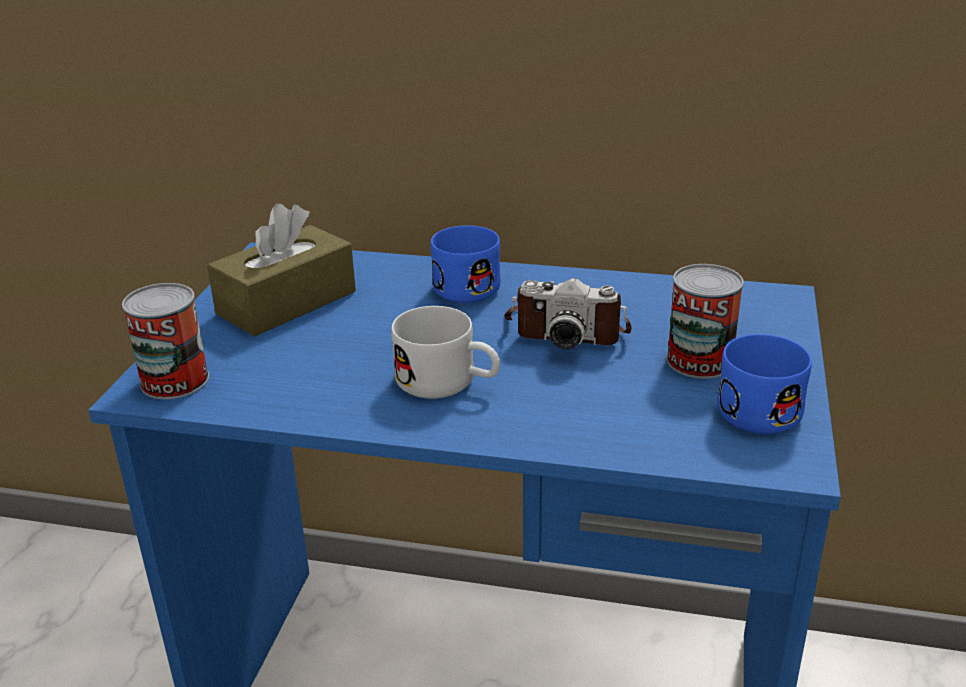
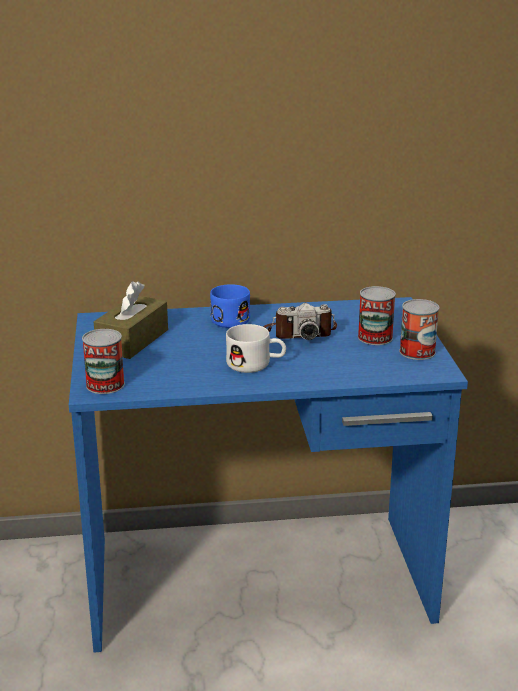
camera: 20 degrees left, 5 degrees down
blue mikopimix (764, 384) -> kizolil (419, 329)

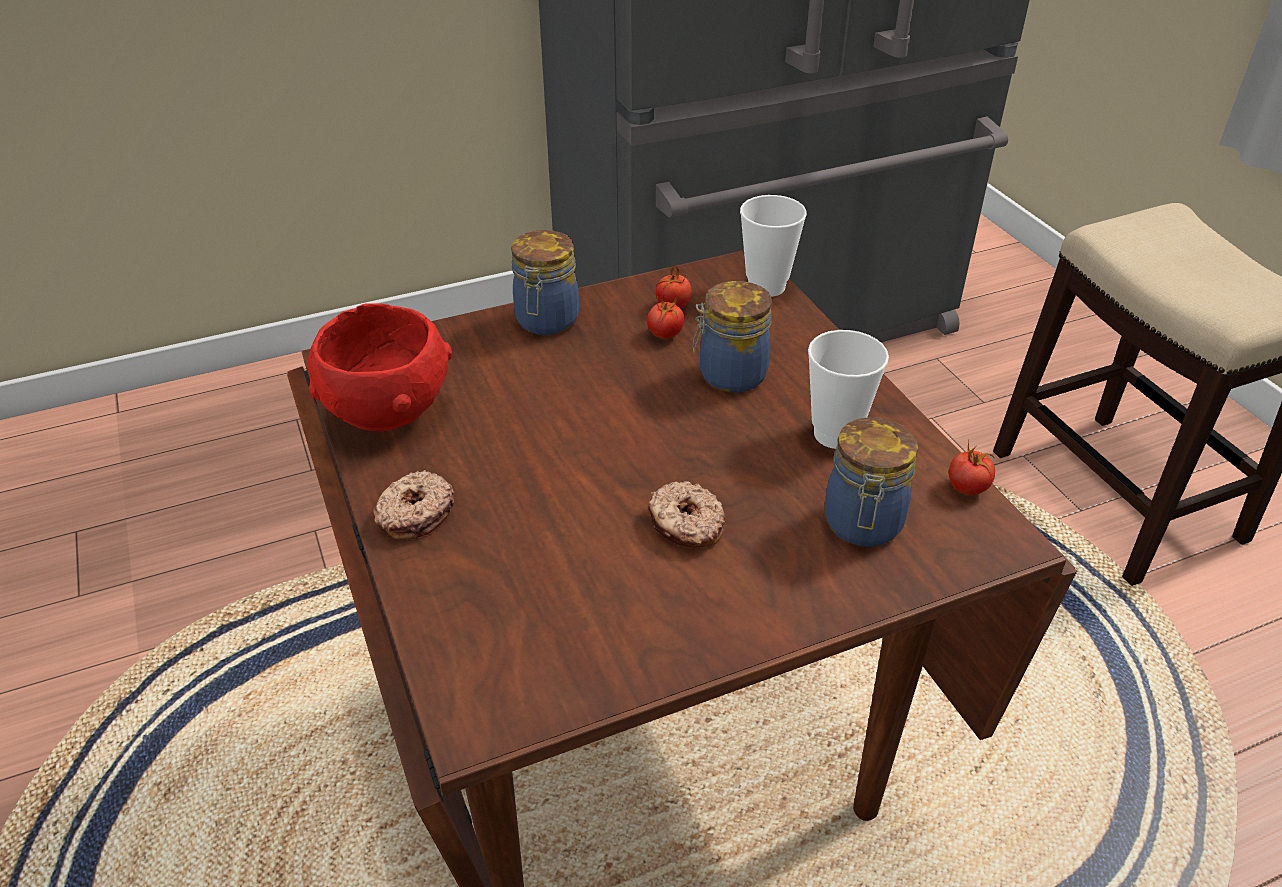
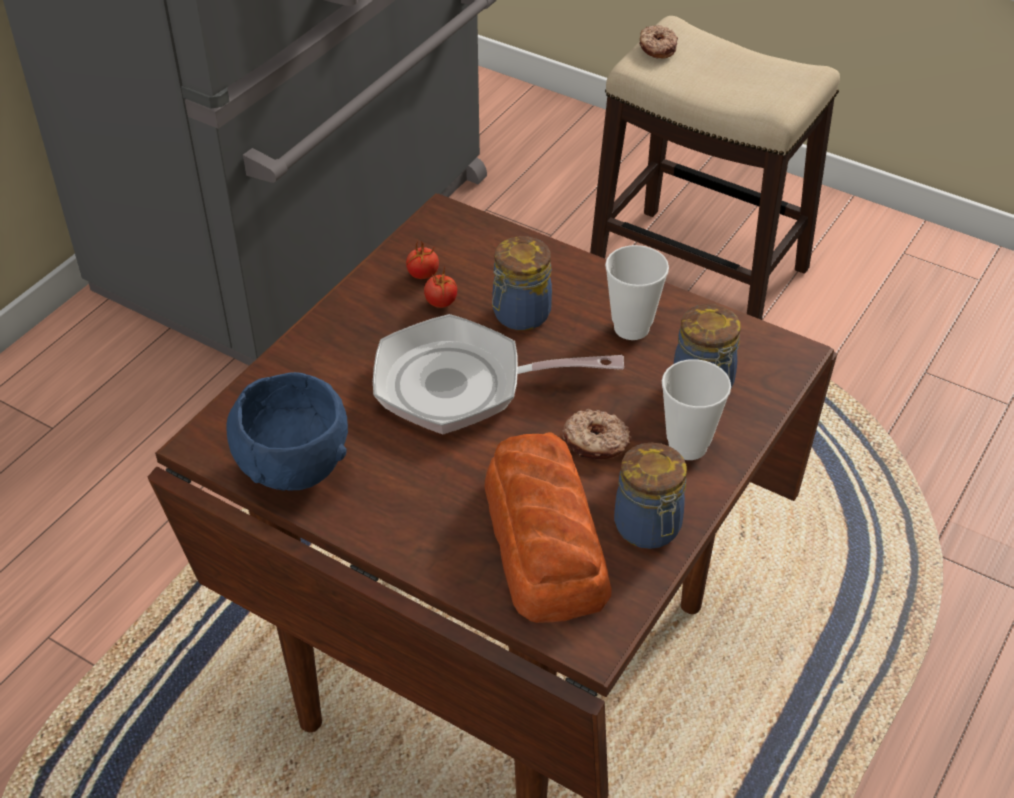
camera: 35 degrees left, 5 degrees up
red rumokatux (379, 367) -> blue rumokatux (287, 431)
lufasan (413, 505) -> lufasan (658, 42), shifted
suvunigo (545, 282) -> suvunigo (650, 496), shifted
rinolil (773, 246) -> rinolil (696, 409), shifted
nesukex (972, 467) -> none
none -> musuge (498, 374)
none -> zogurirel (548, 527)

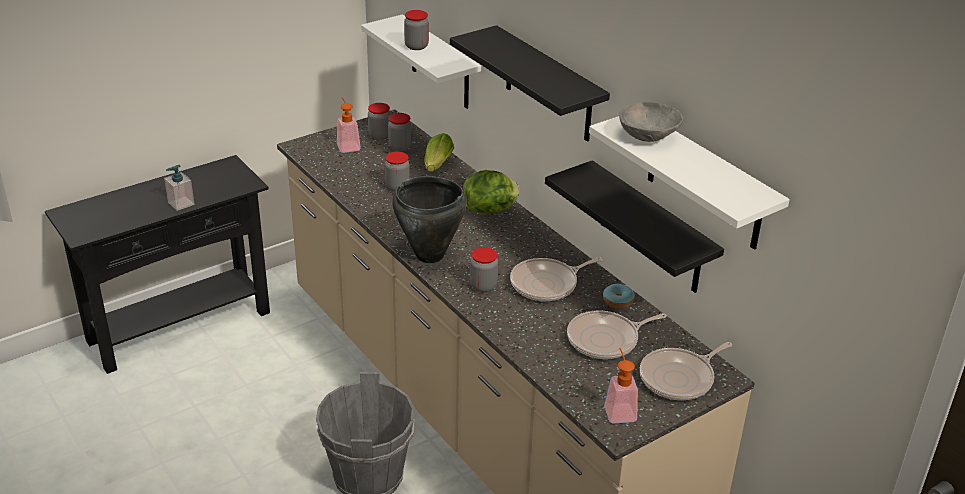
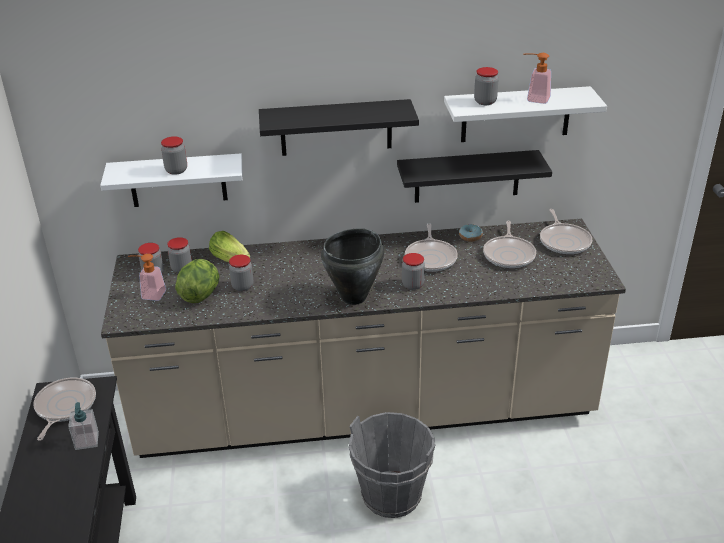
camera: 60 degrees left, 0 degrees up
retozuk (491, 191) -> retozuk (197, 281), shifted
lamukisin (621, 386) -> lamukisin (537, 78), shifted
grey rumokatux (651, 122) -> suvunigo (486, 86)
none -> musuge (64, 409)

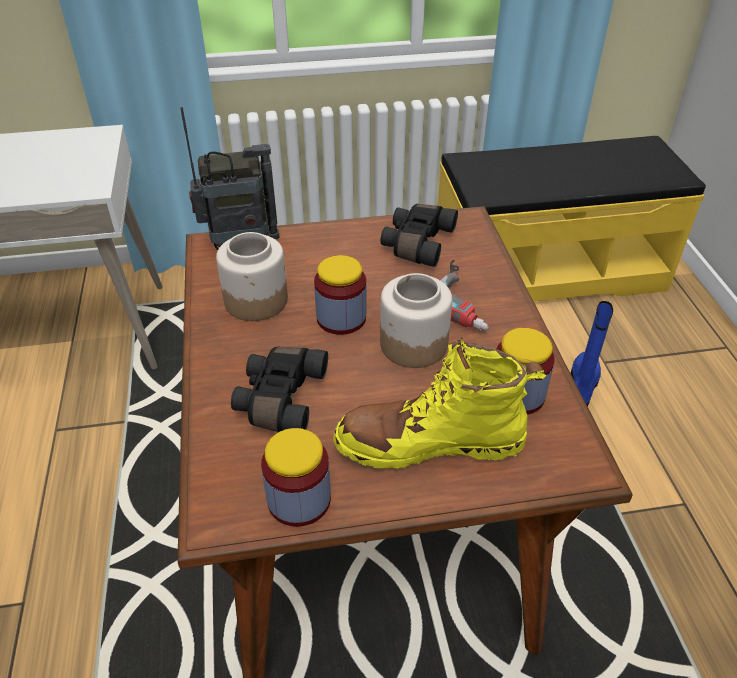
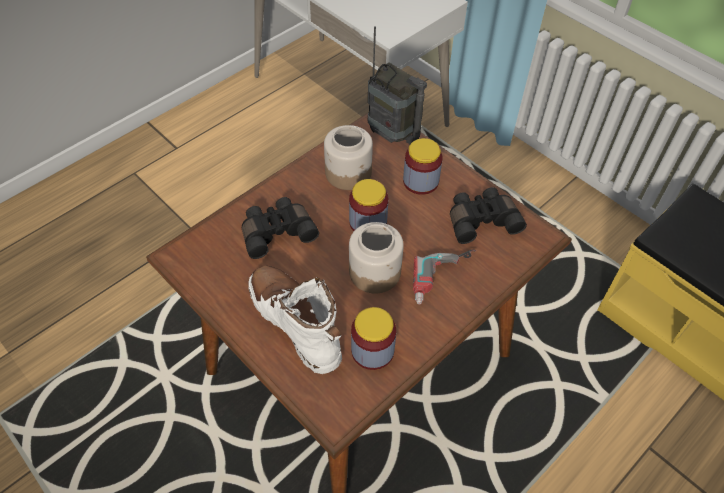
camera: 55 degrees right, 10 degrees up
suvunigo (296, 477) -> suvunigo (423, 166), shifted
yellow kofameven (439, 403) -> white kofameven (295, 320)
blue kofameven (592, 353) -> none

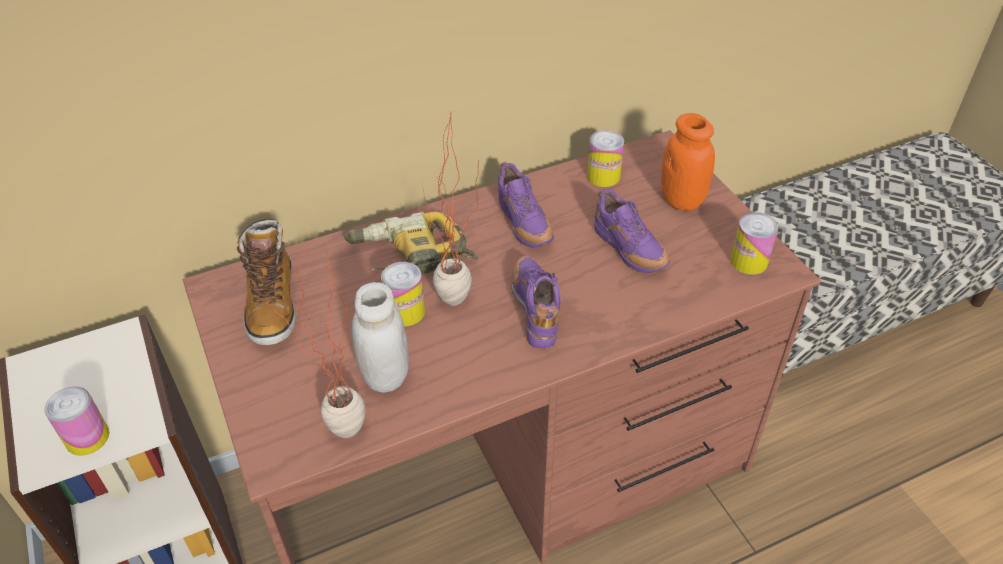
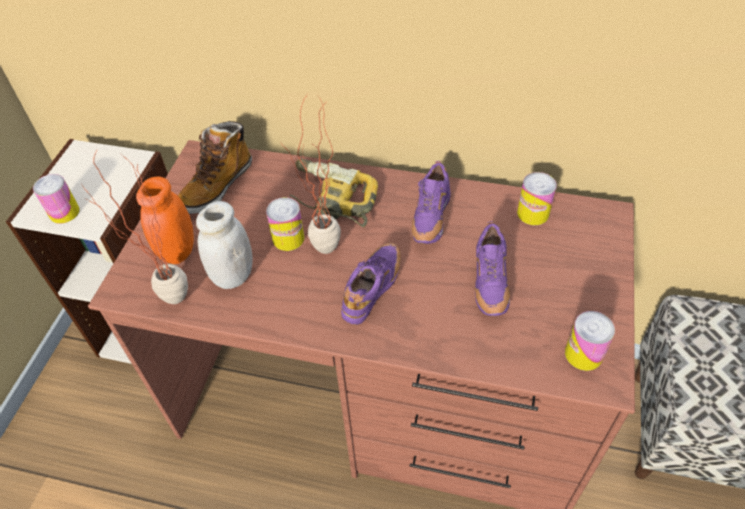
camera: 40 degrees right, 5 degrees up
orange suvunigo (688, 162) -> orange suvunigo (165, 220), shifted

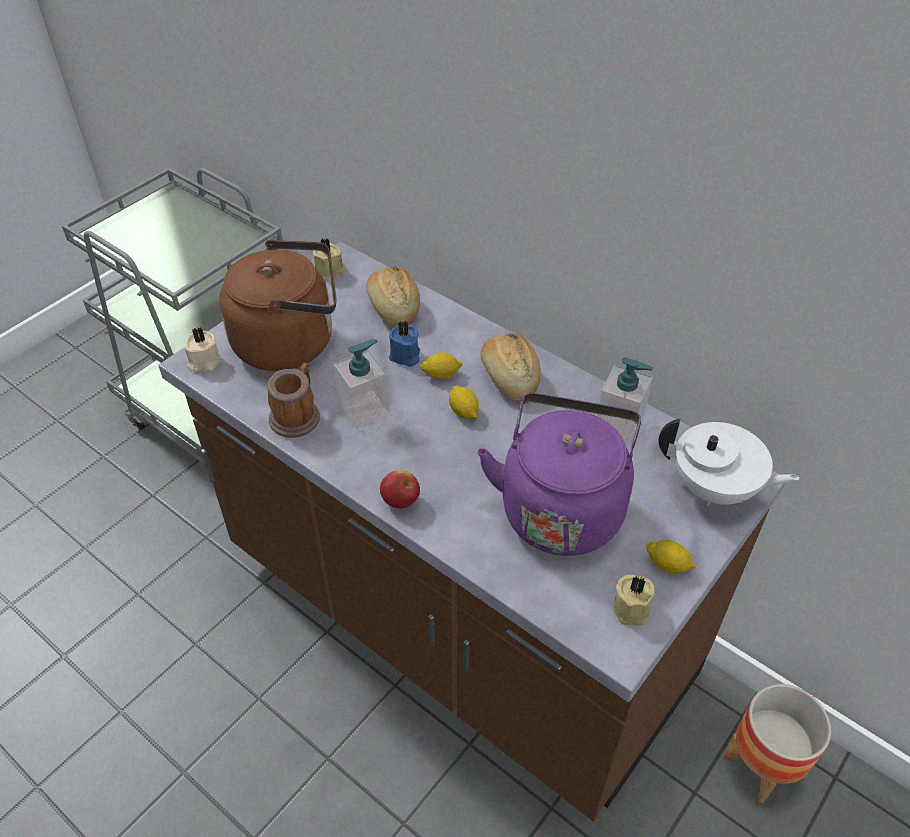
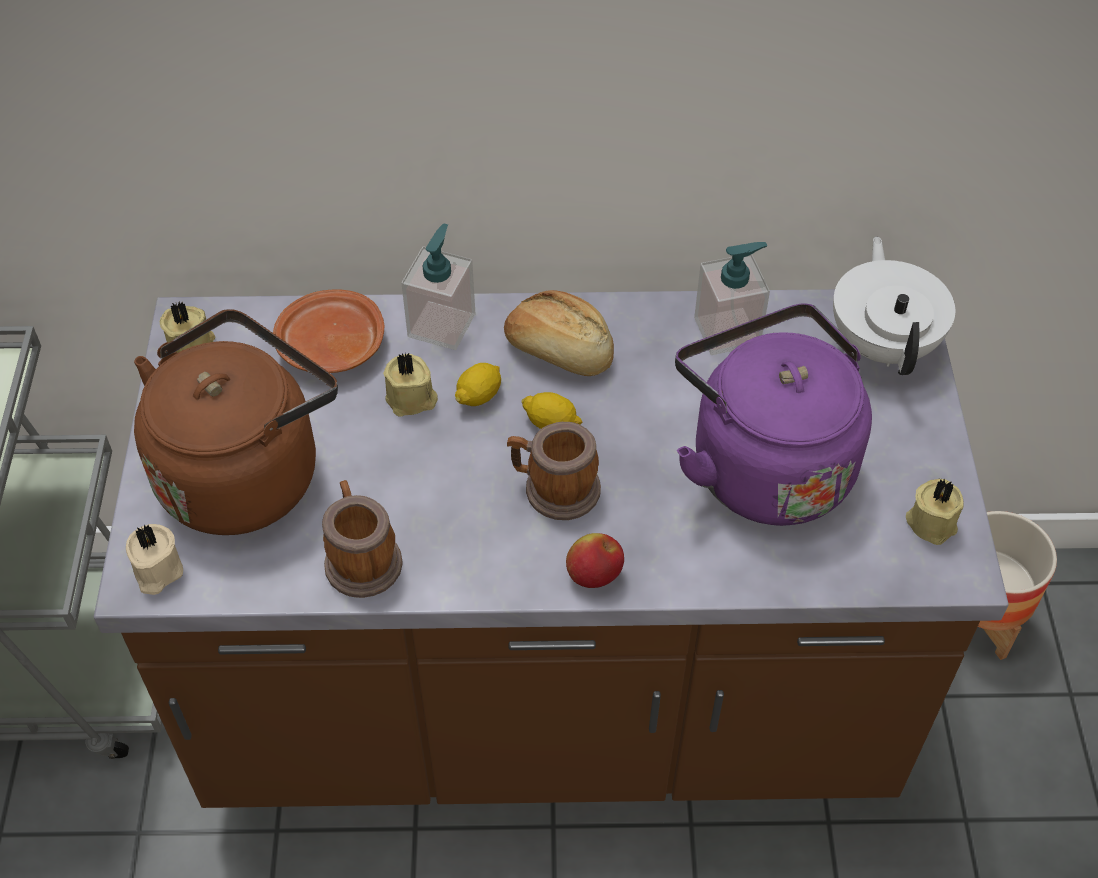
camera: 40 degrees left, 5 degrees up
lamukisin (361, 383) -> lamukisin (438, 286), shifted
zogurirel (393, 296) -> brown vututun (328, 331)
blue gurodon (404, 344) -> beige gurodon (410, 384)
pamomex (671, 557) -> none
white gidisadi (729, 462) -> white gidisadi (894, 305), 75 degrees counterclockwise
none -> mikopimix (554, 471)

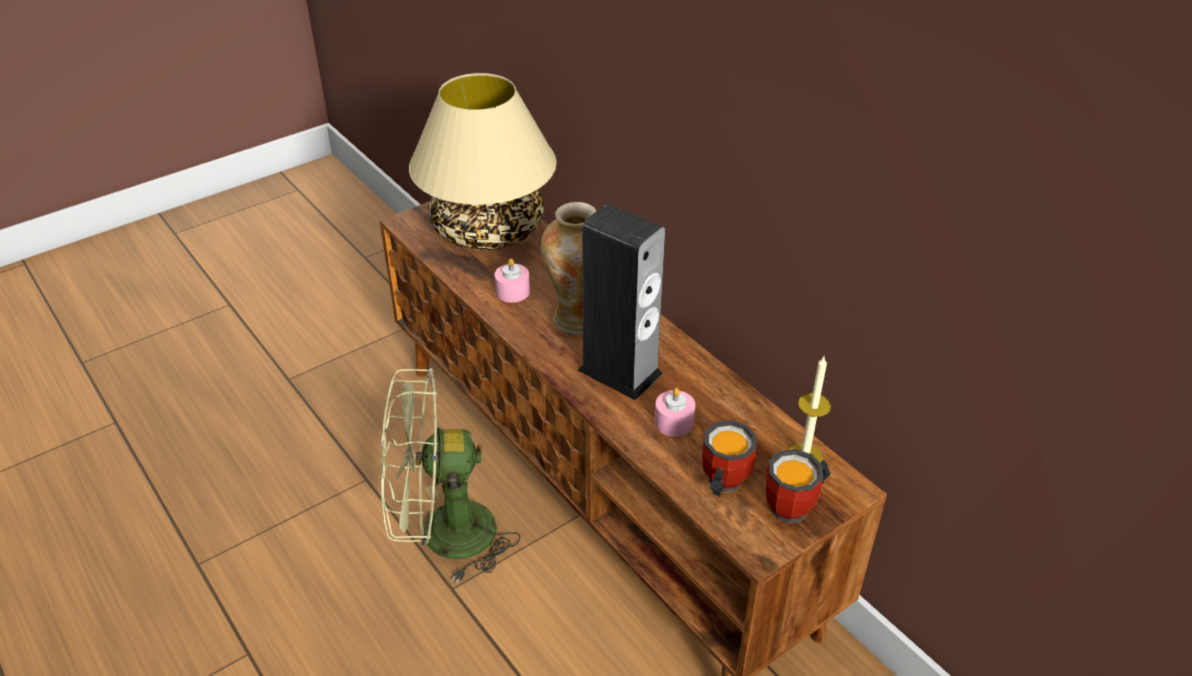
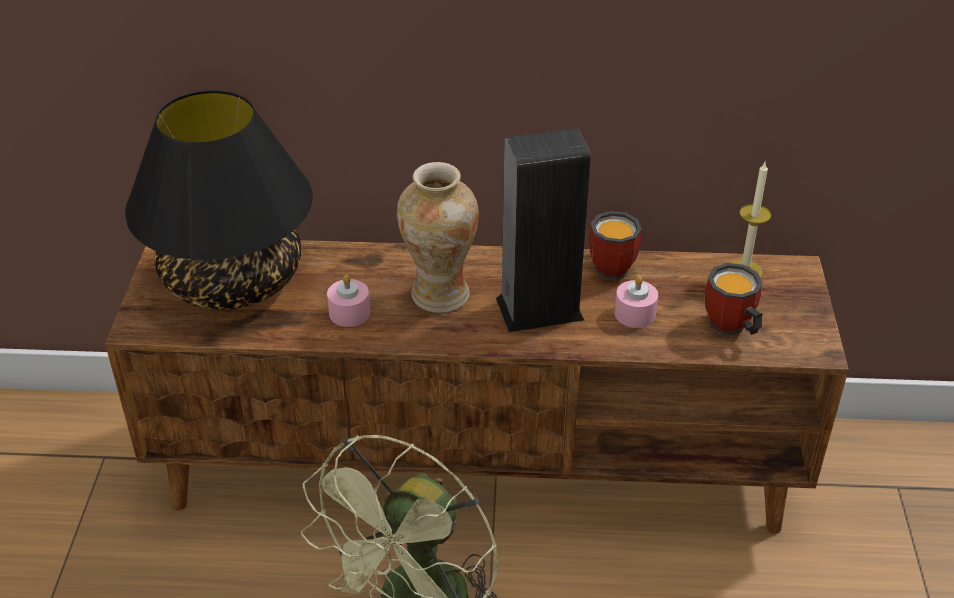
camera: 50 degrees left, 0 degrees up
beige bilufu (483, 161) -> black bilufu (219, 200)
mikopimix (798, 486) -> mikopimix (615, 245), shifted

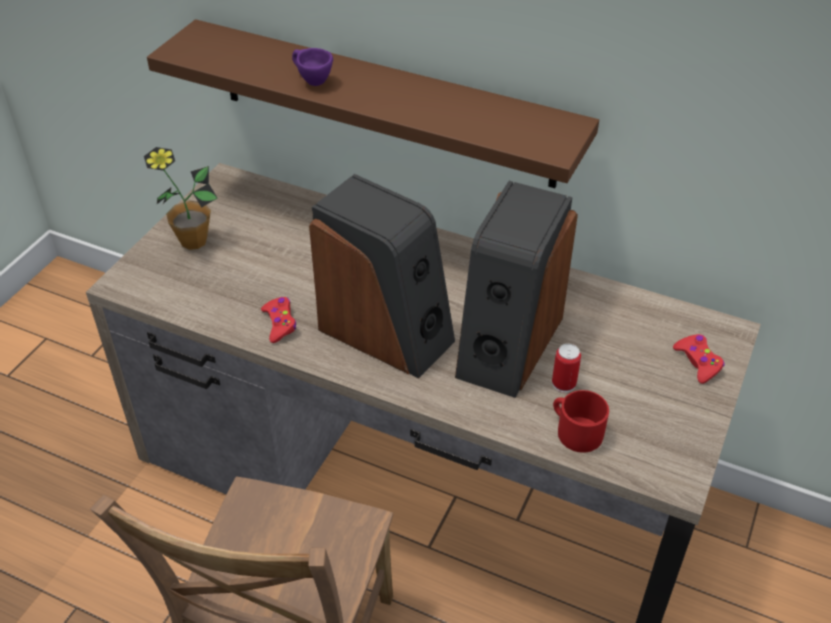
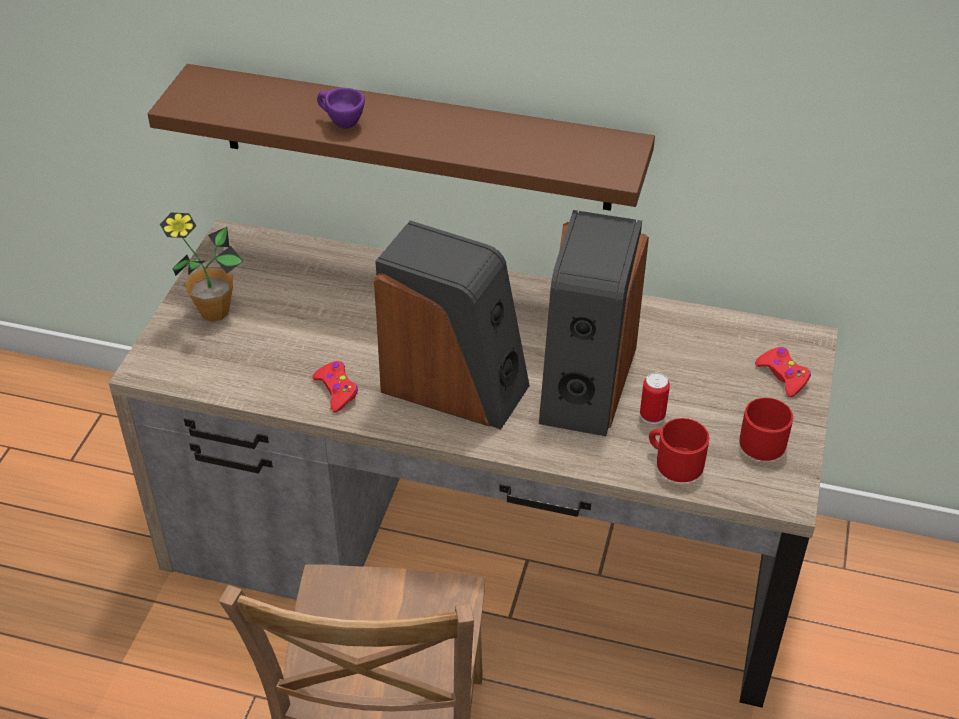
camera: 10 degrees left, 0 degrees up
none -> red mikopimix (766, 429)

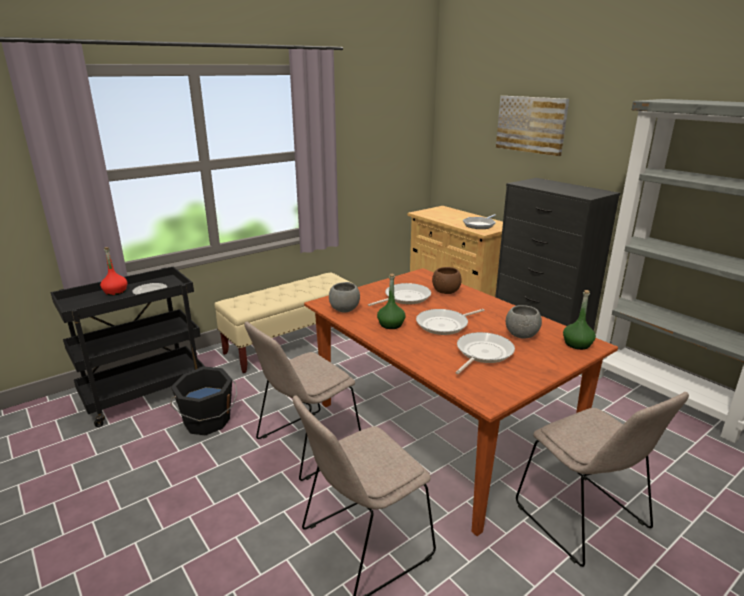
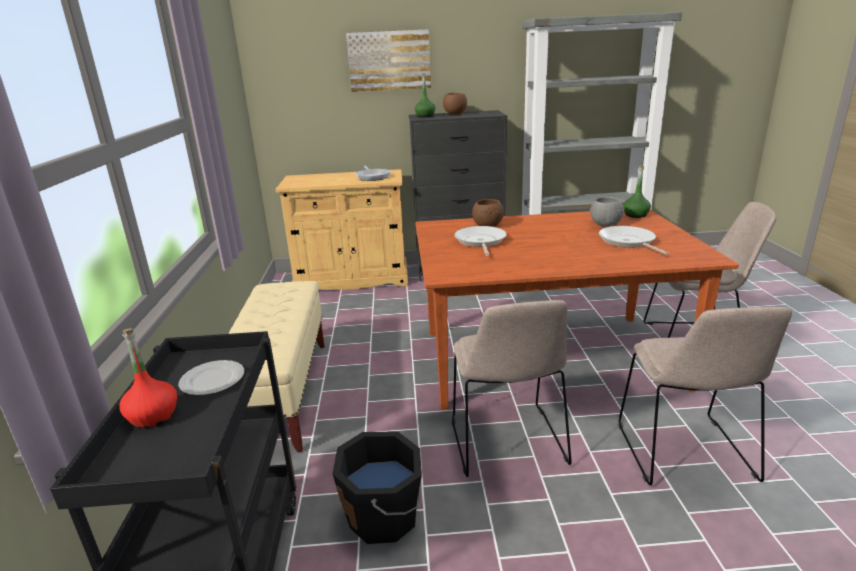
camera: 55 degrees left, 0 degrees up
grey rumokatux (344, 297) -> none
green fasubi (391, 301) -> green fasubi (424, 95), shifted
musuge (450, 322) -> none
none -> brown rumokatux (455, 103)

